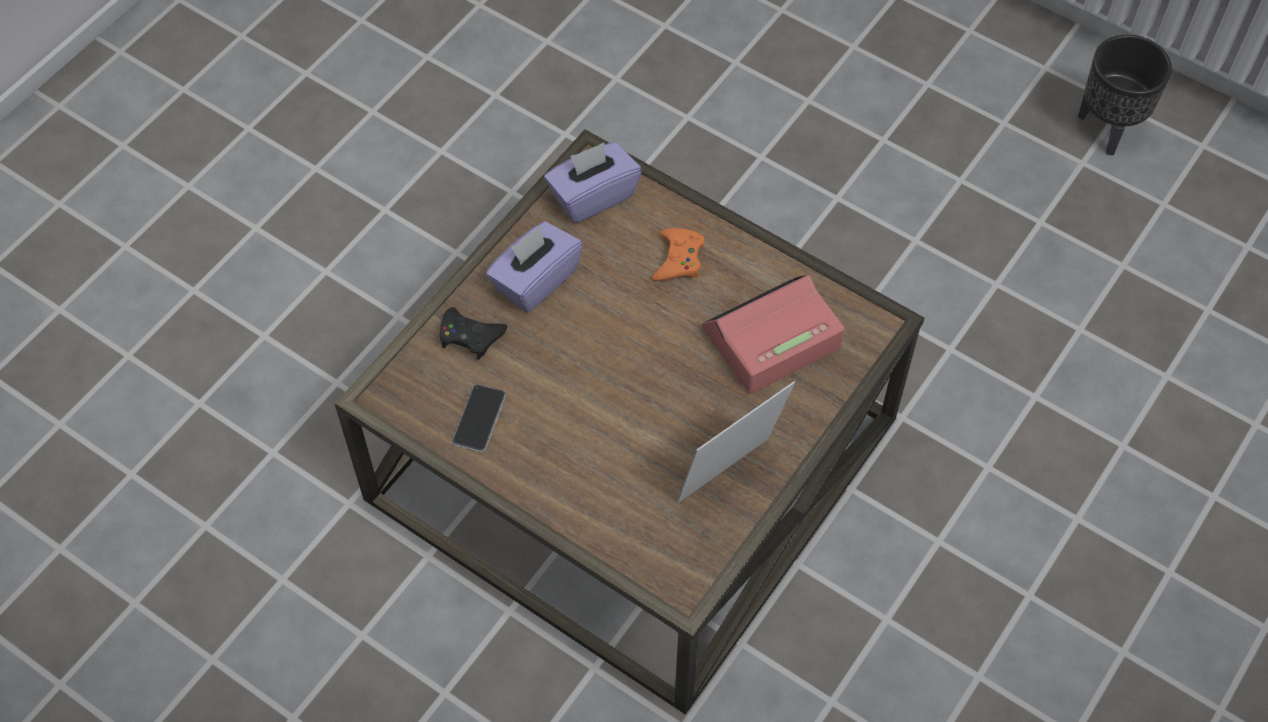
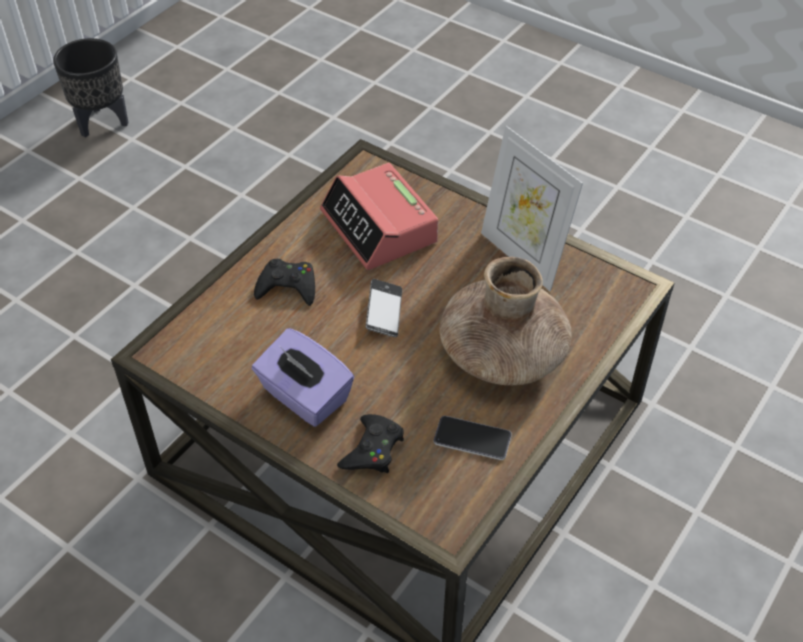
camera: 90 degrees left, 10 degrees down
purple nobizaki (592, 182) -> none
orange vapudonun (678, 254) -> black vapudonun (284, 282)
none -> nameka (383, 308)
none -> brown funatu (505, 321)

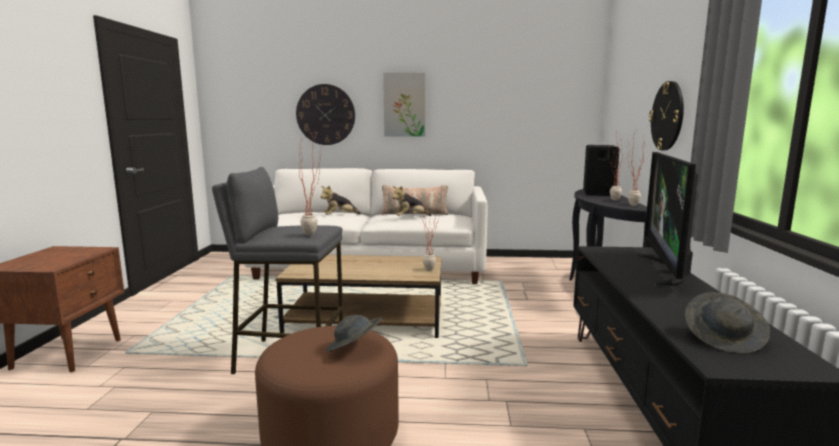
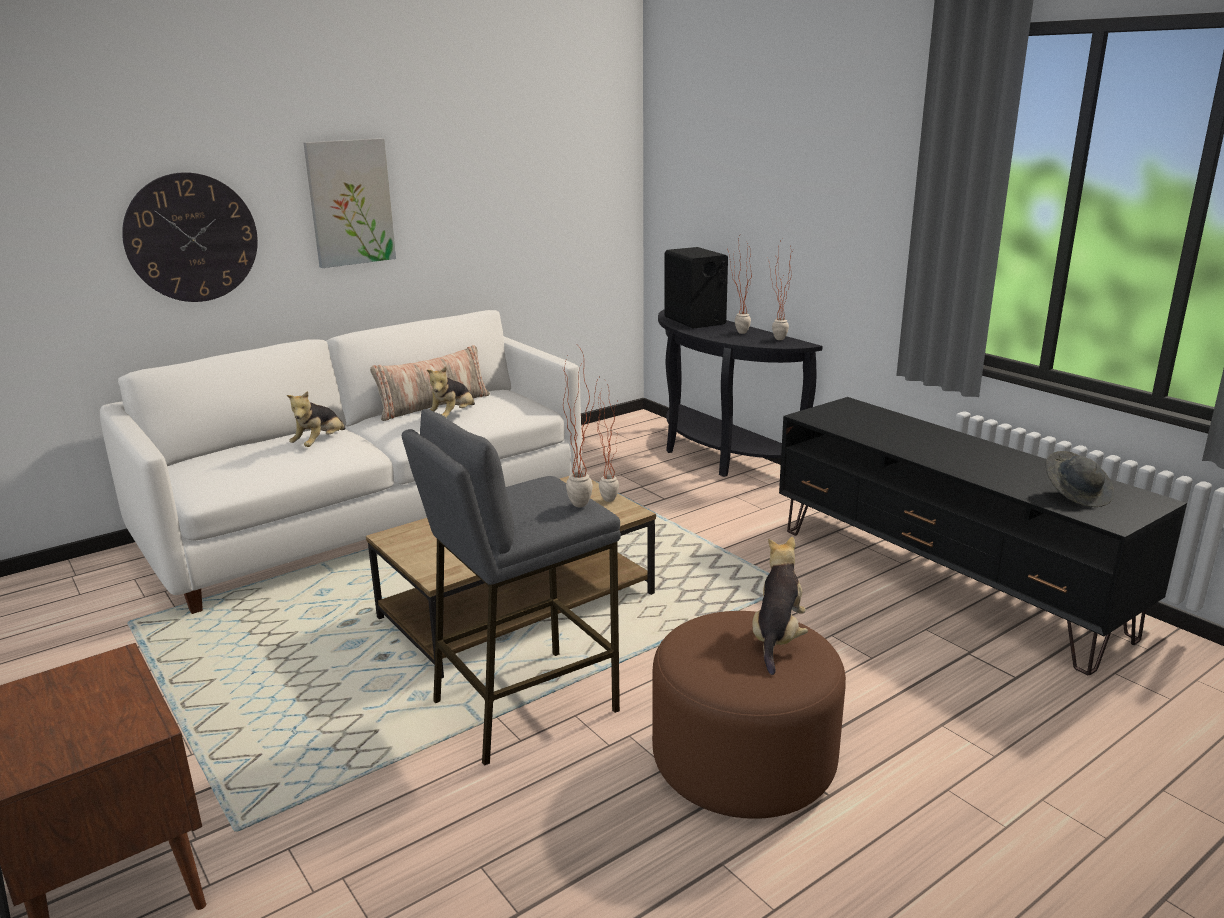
camera: 40 degrees left, 10 degrees up
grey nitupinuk (354, 333) -> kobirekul (780, 606)
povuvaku (667, 218) -> none
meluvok (666, 115) -> none

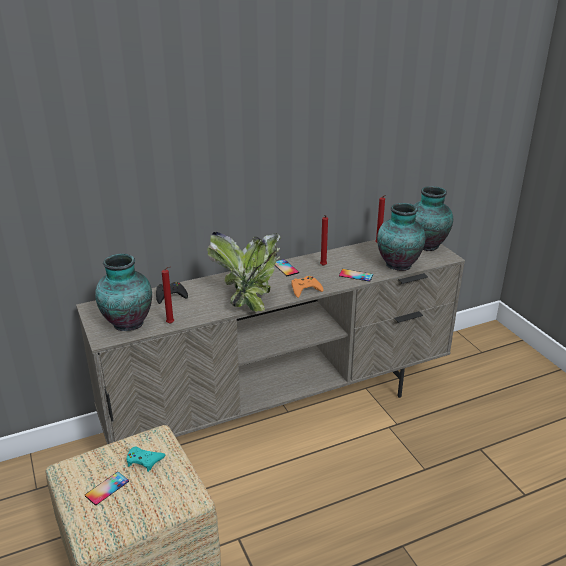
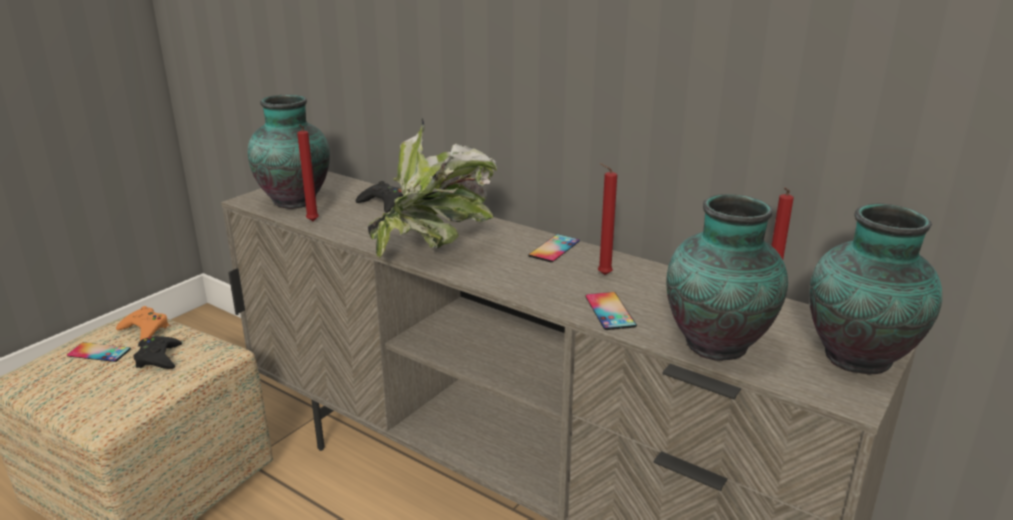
camera: 60 degrees right, 5 degrees down
turquoise vapudonun (145, 459) -> black vapudonun (157, 352)
orange vapudonun (307, 287) -> orange vapudonun (142, 323), shifted

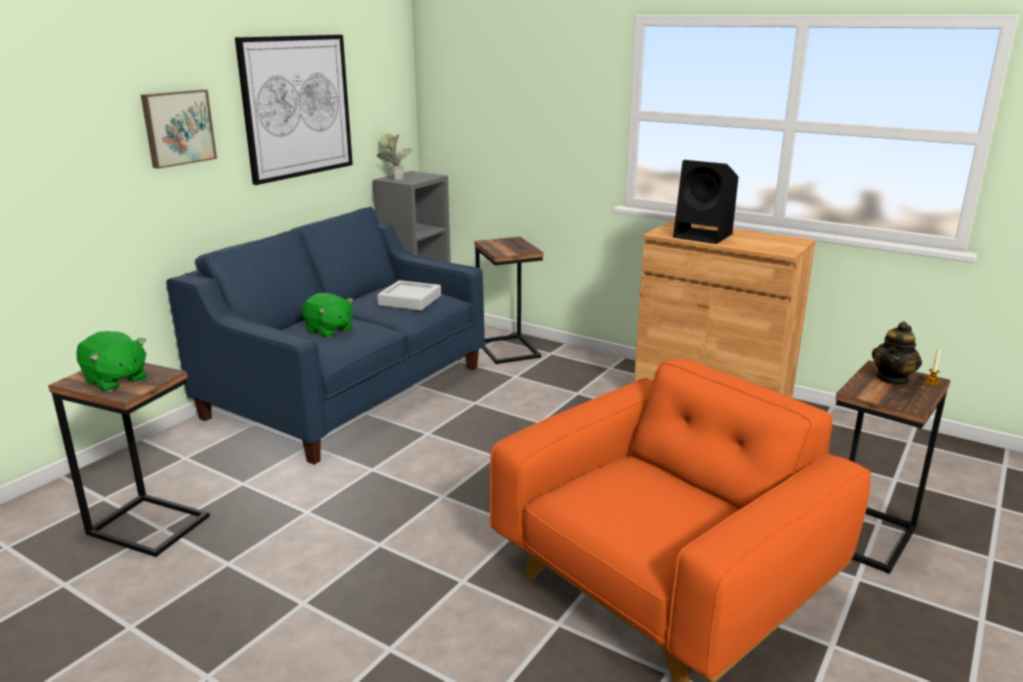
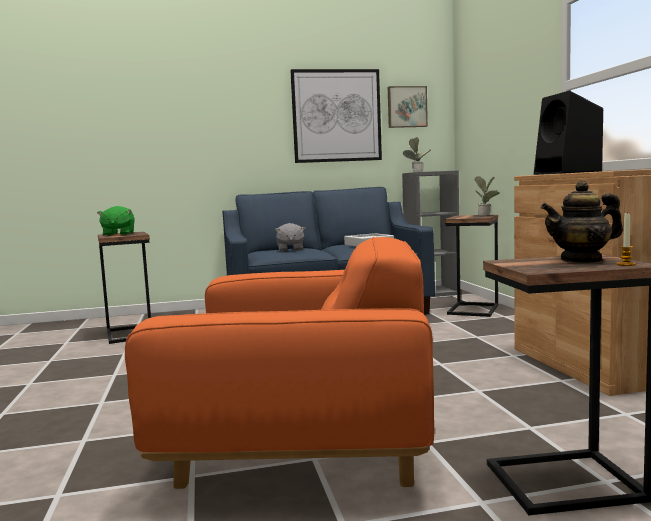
camera: 45 degrees right, 15 degrees down
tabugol (179, 129) -> tabugol (408, 107), shifted
green kobirekul (327, 315) -> grey kobirekul (290, 237)
none -> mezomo (487, 196)

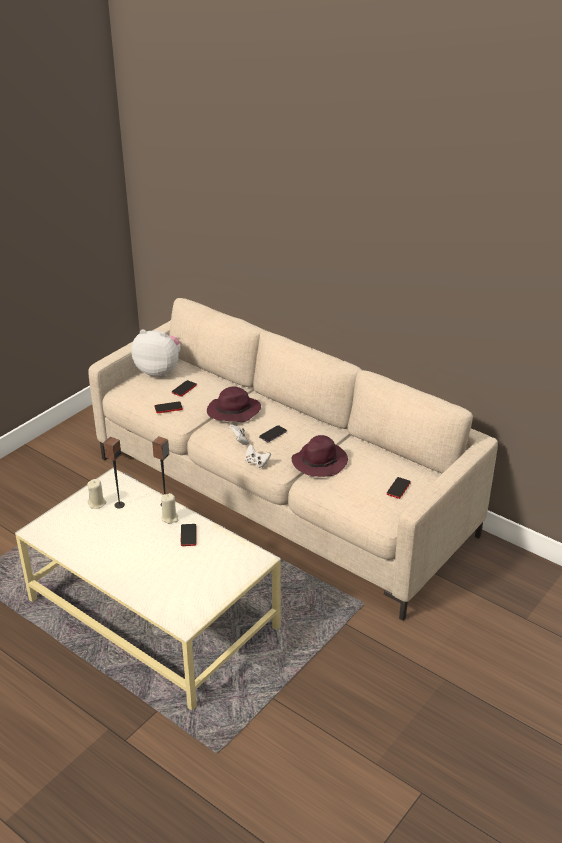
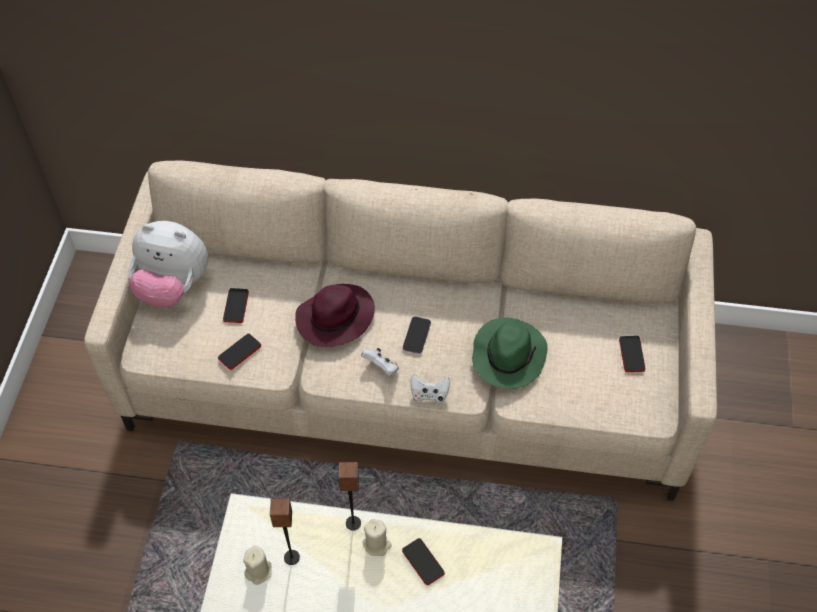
camera: 30 degrees left, 20 degrees up
kobirekul (155, 353) -> kobirekul (168, 264), 150 degrees counterclockwise
purple nitupinuk (320, 456) -> green nitupinuk (510, 353)

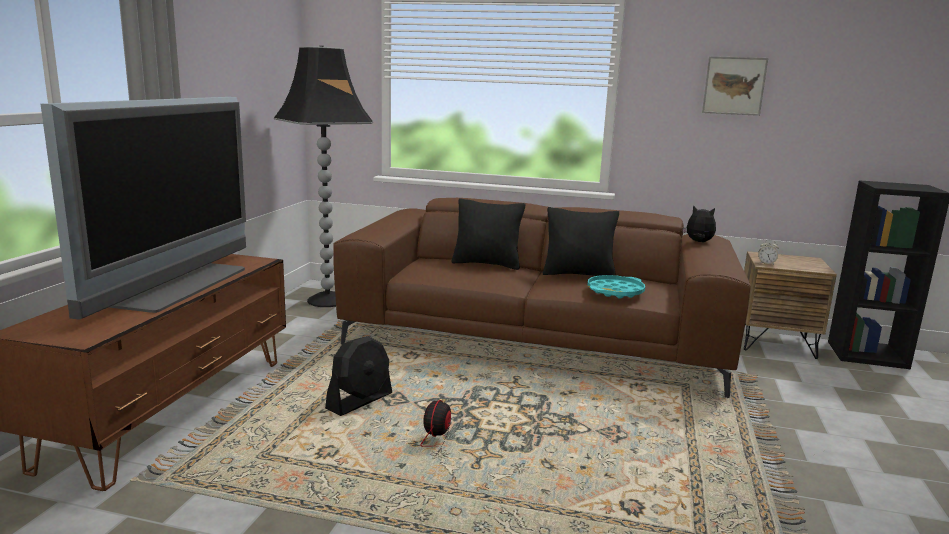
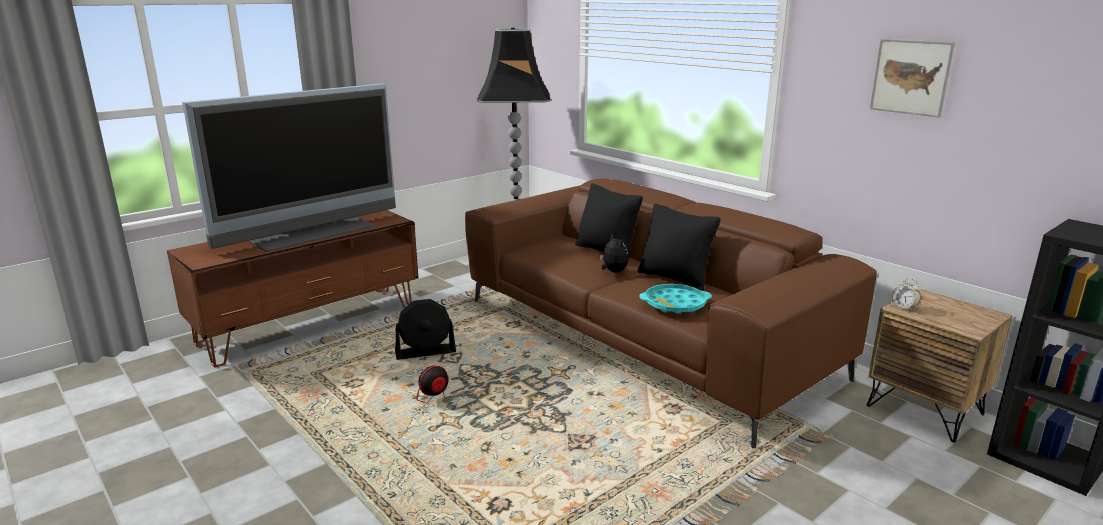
camera: 35 degrees right, 5 degrees up
kobirekul (699, 223) -> kobirekul (614, 253), shifted

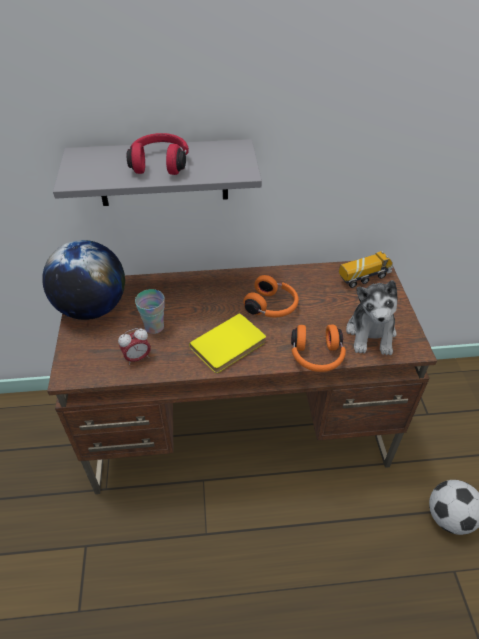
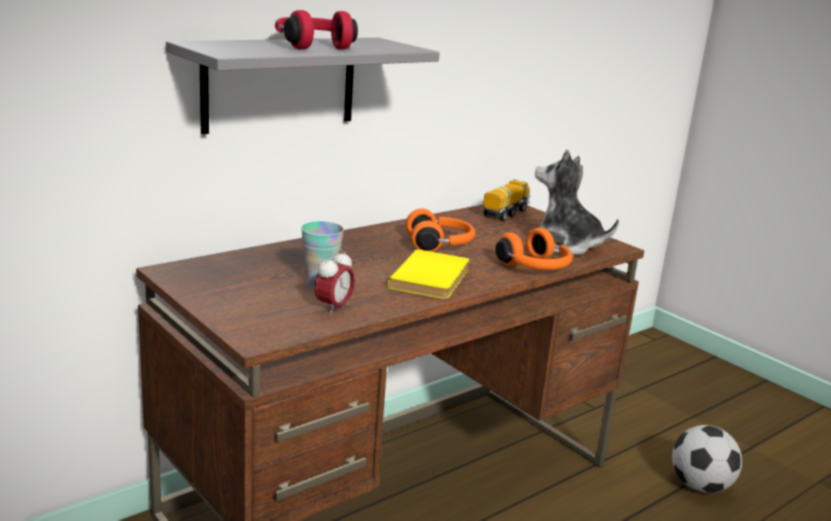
camera: 35 degrees left, 25 degrees down
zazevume (83, 280) -> none
kobirekul (372, 318) -> kobirekul (572, 202), 150 degrees clockwise

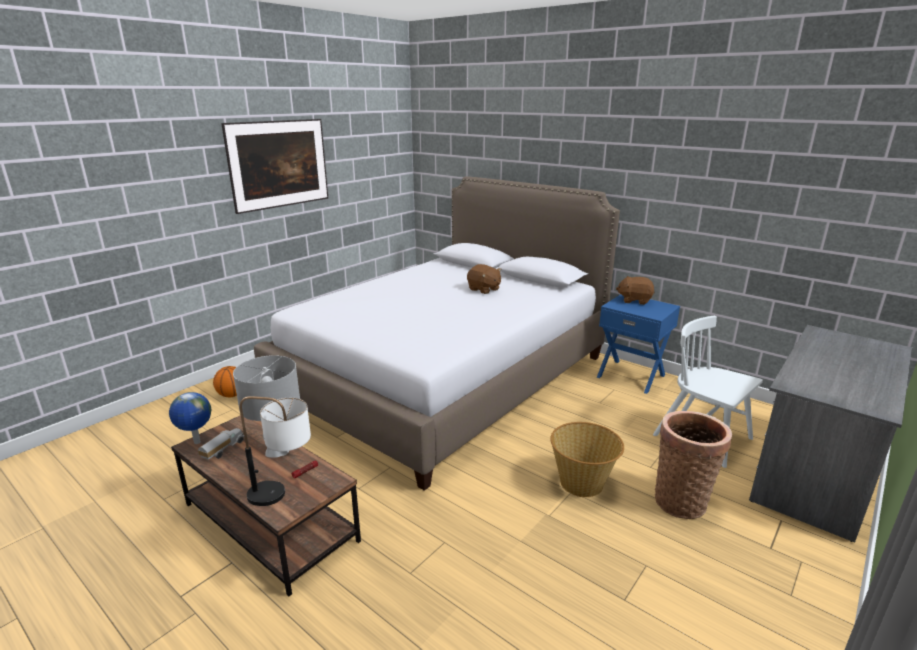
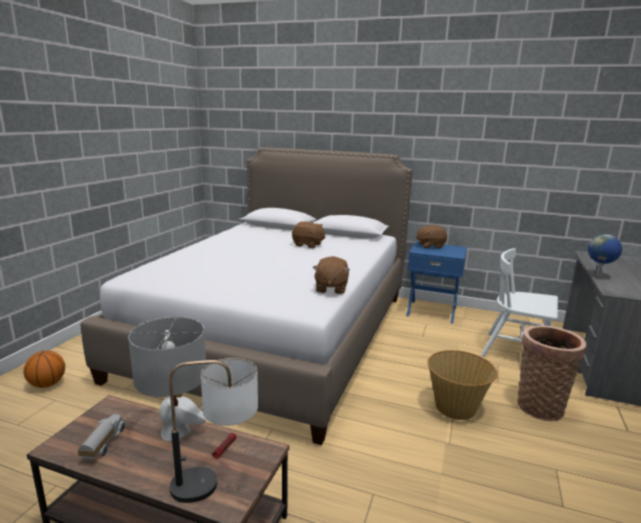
camera: 20 degrees left, 5 degrees down
zazevume (190, 418) -> zazevume (605, 255), shifted
tabugol (274, 166) -> none
none -> brown kobirekul (331, 275)

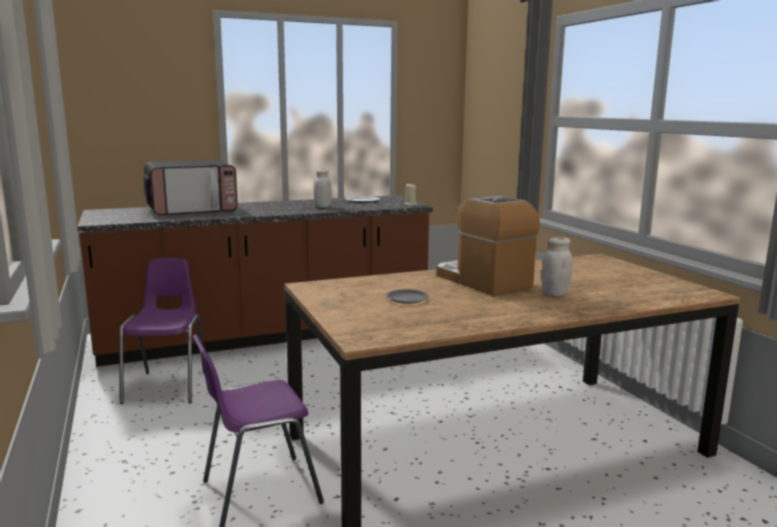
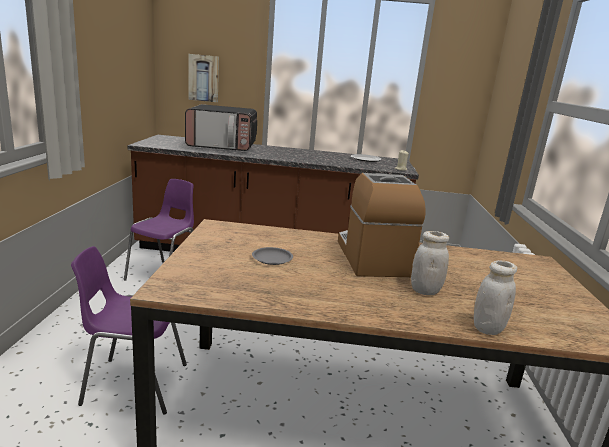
camera: 25 degrees right, 5 degrees up
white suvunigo (322, 188) -> white suvunigo (495, 297), shifted
none -> tabugol (203, 78)

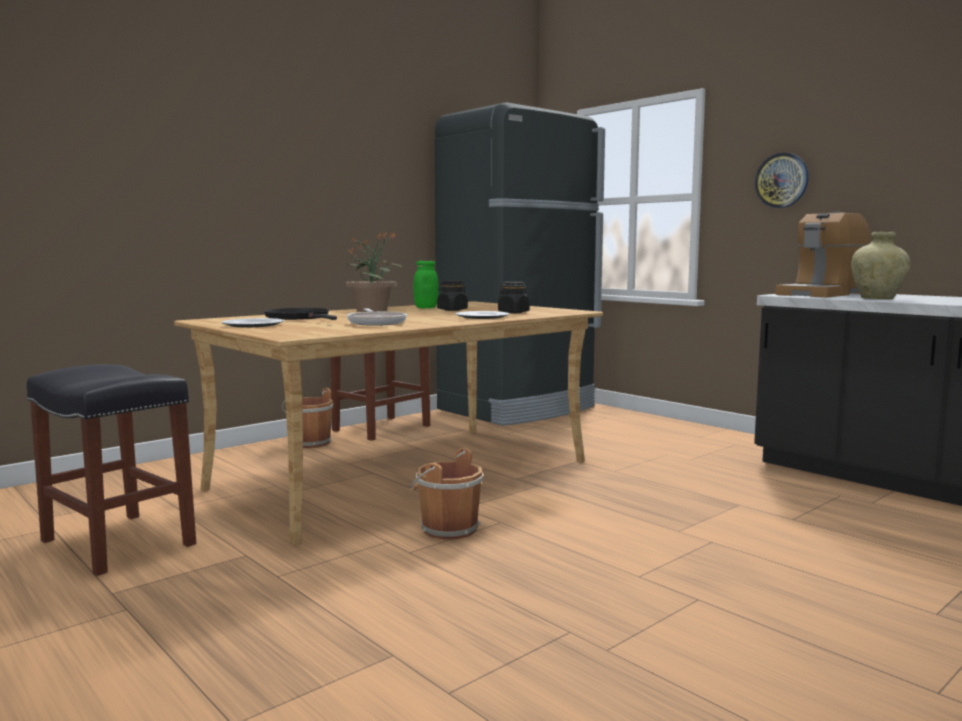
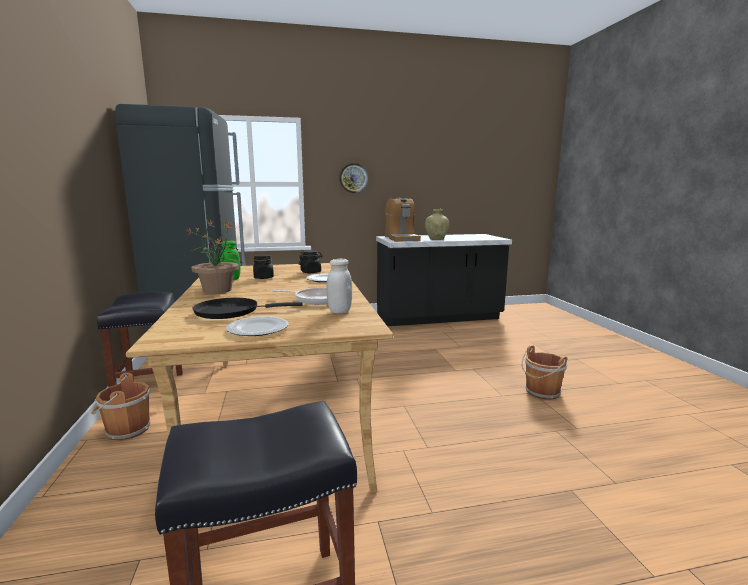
camera: 60 degrees left, 5 degrees up
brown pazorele (446, 493) -> brown pazorele (544, 372), shifted
none -> white suvunigo (339, 286)

